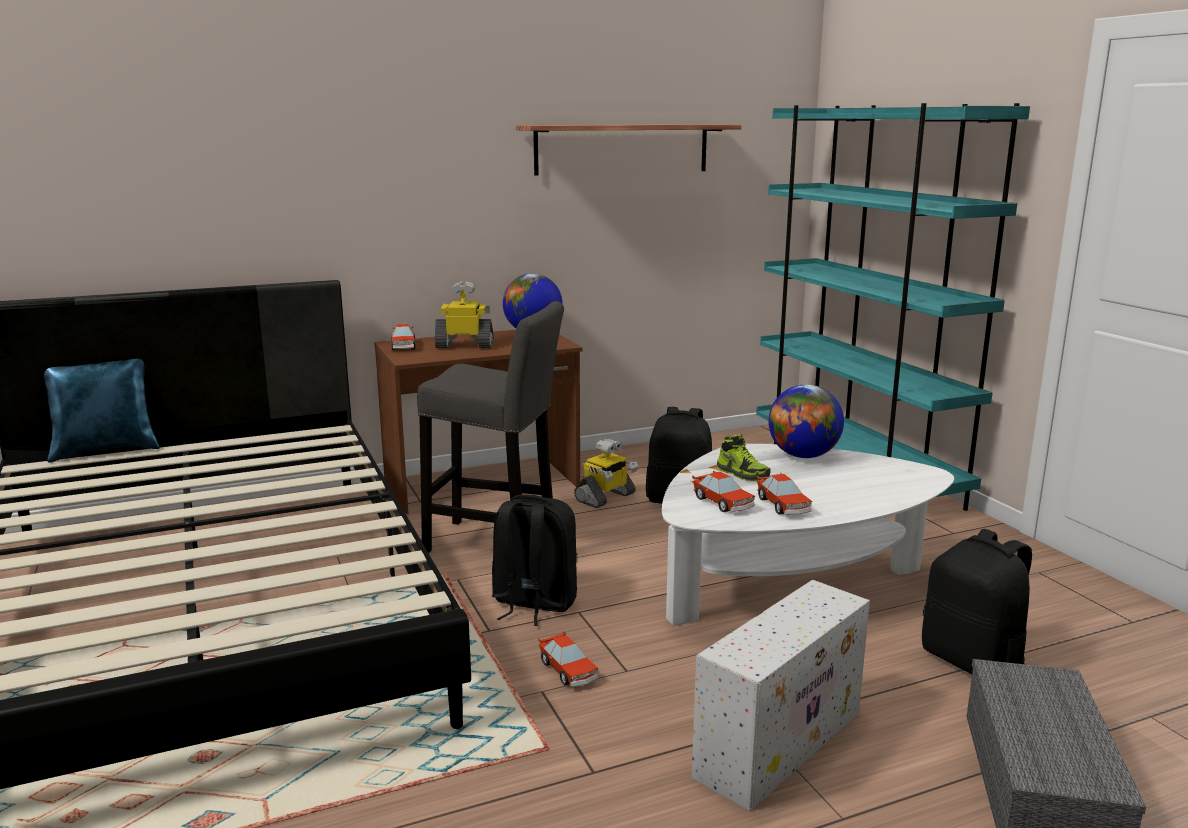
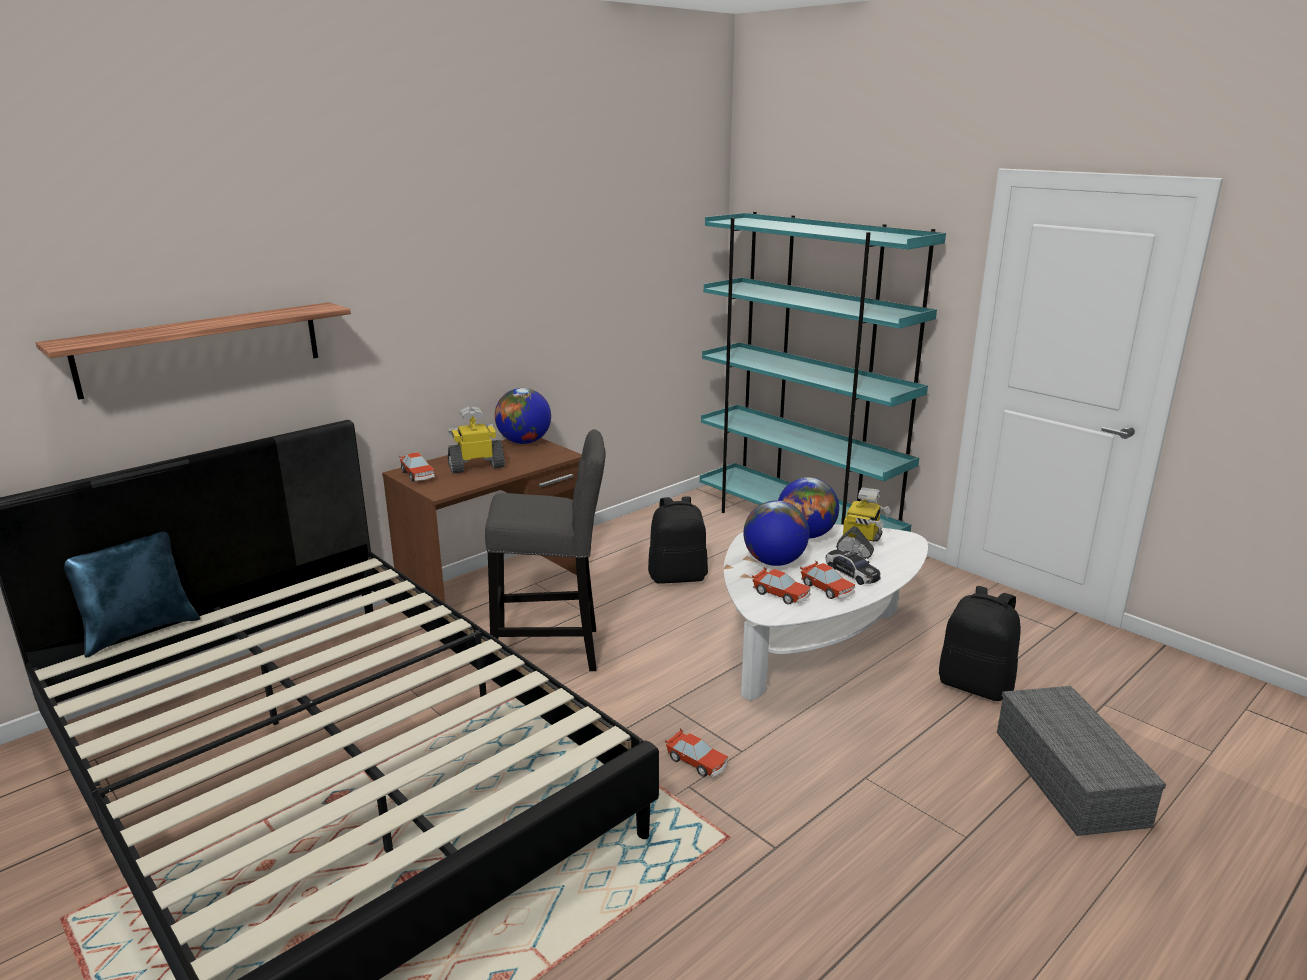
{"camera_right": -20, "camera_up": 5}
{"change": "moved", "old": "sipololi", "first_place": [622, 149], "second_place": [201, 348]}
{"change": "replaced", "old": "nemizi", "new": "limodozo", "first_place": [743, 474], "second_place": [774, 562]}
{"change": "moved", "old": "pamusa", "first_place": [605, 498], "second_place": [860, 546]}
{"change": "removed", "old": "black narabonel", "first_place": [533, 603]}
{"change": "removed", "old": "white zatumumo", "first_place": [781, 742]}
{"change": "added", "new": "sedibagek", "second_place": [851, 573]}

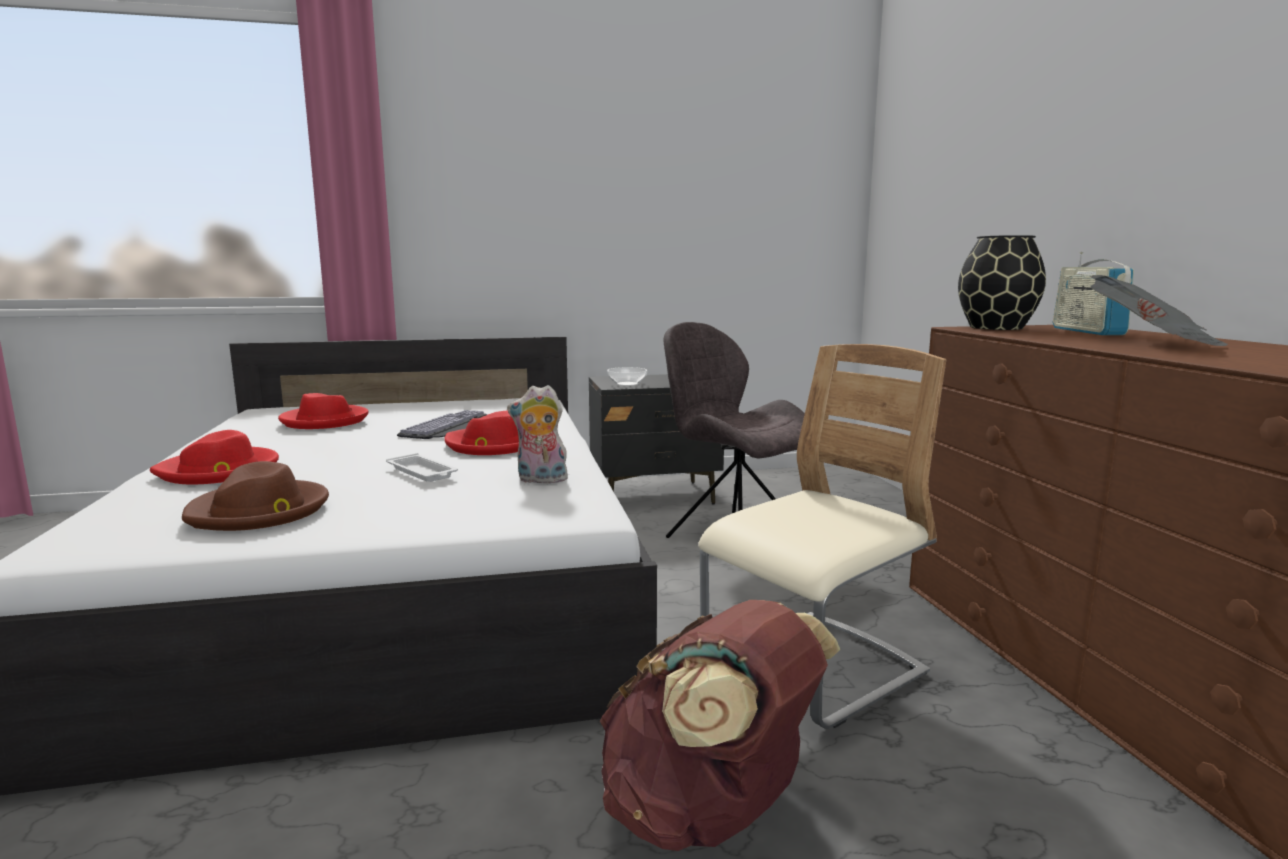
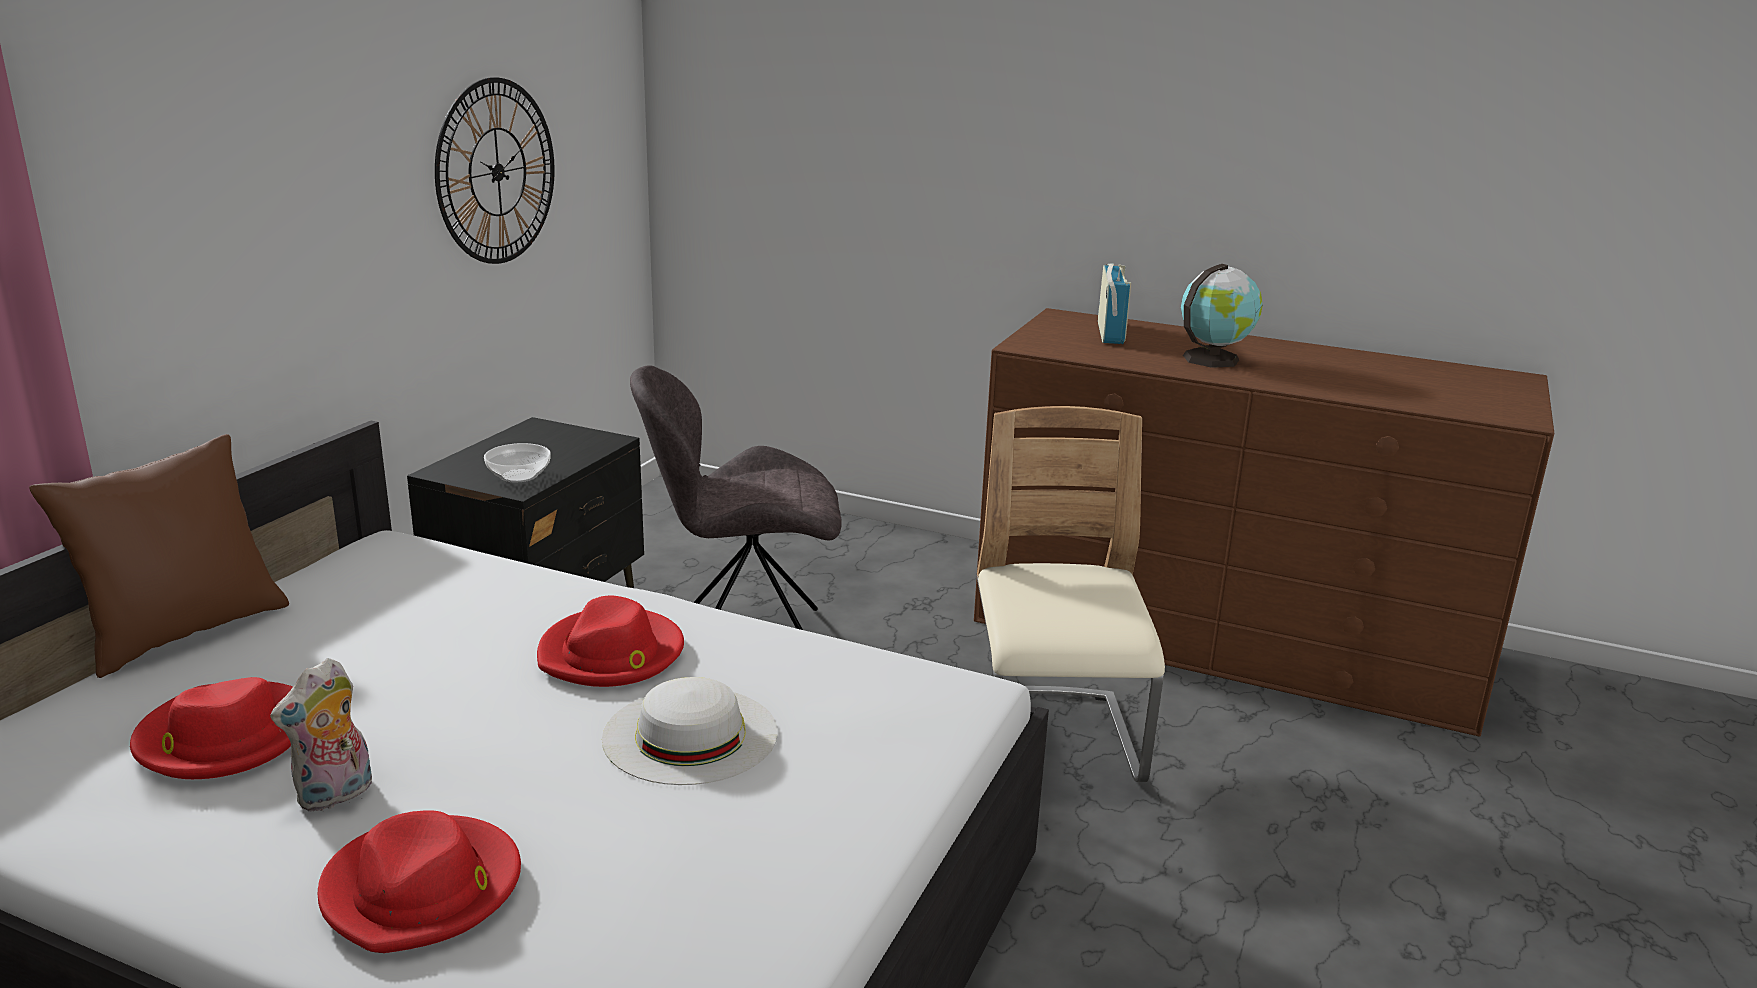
{"camera_right": -55, "camera_up": 10}
{"change": "removed", "old": "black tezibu", "first_place": [997, 327]}
{"change": "turned", "old": "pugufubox", "first_place": [1087, 331], "second_place": [1110, 333], "degrees": -120}
{"change": "replaced", "old": "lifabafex", "new": "limodozo", "first_place": [1151, 344], "second_place": [1213, 359]}
{"change": "moved", "old": "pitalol", "first_place": [540, 480], "second_place": [335, 796]}
{"change": "removed", "old": "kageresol", "first_place": [451, 426]}
{"change": "replaced", "old": "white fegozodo", "new": "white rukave", "first_place": [422, 473], "second_place": [690, 734]}
{"change": "removed", "old": "brown rukave", "first_place": [260, 511]}
{"change": "removed", "old": "brown narabonel", "first_place": [708, 813]}
{"change": "added", "new": "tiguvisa", "second_place": [497, 172]}
{"change": "added", "new": "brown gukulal", "second_place": [184, 632]}

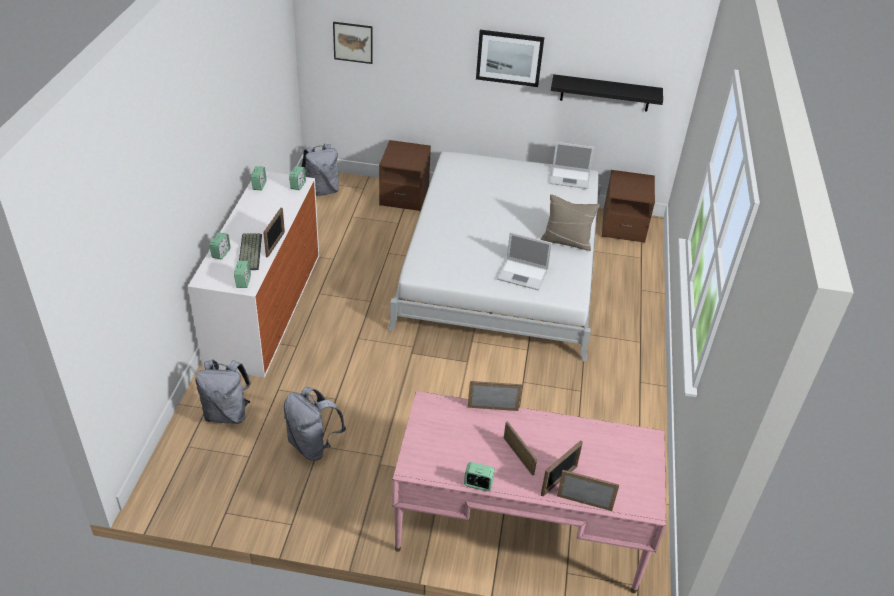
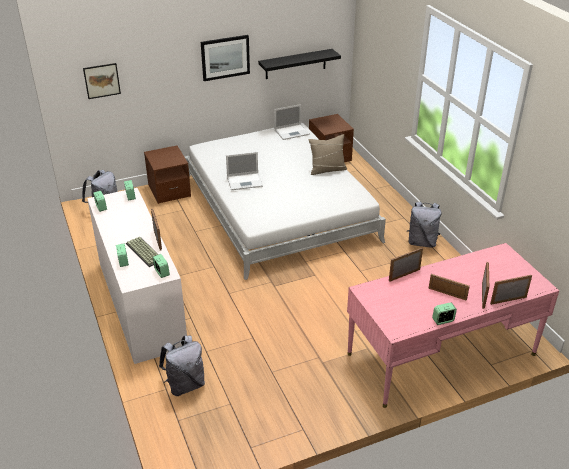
{"camera_right": -30, "camera_up": -5}
{"change": "moved", "old": "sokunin", "first_place": [523, 274], "second_place": [245, 181]}
{"change": "moved", "old": "grey narabonel", "first_place": [313, 445], "second_place": [422, 242]}

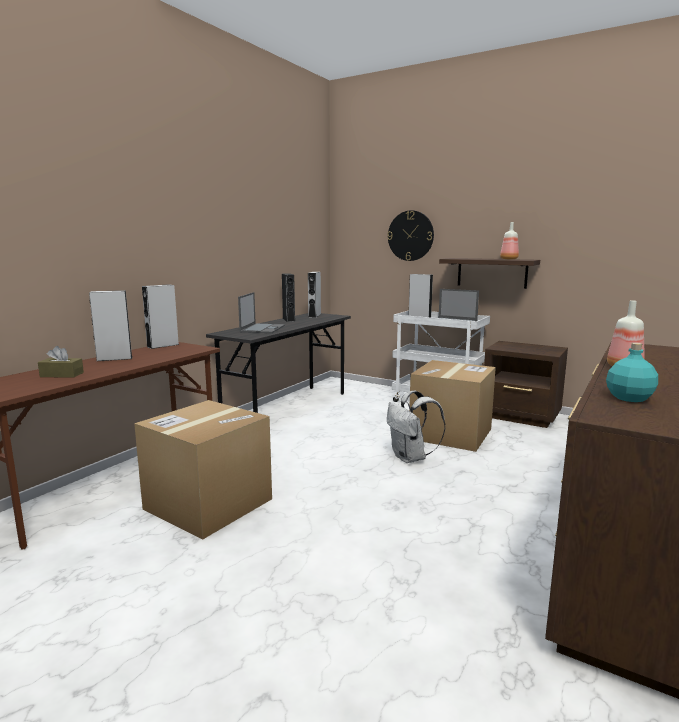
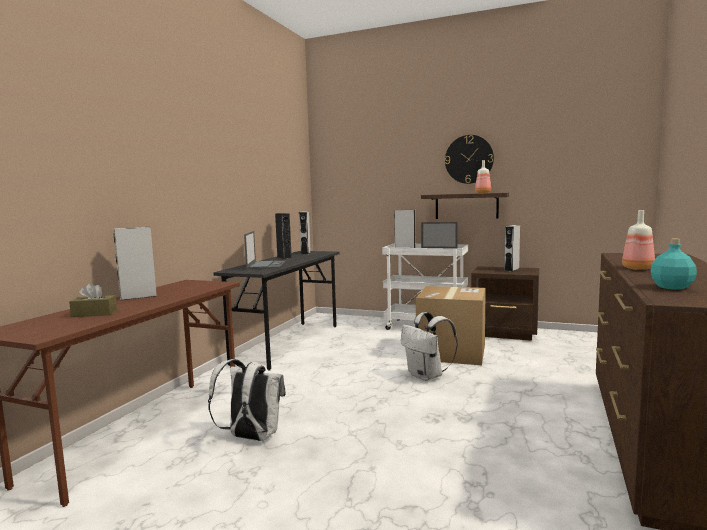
{"camera_right": -10, "camera_up": -5}
{"change": "moved", "old": "tiguvisa", "first_place": [410, 235], "second_place": [469, 159]}
{"change": "moved", "old": "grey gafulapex", "first_place": [163, 345], "second_place": [511, 269]}
{"change": "replaced", "old": "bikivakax", "new": "white narabonel", "first_place": [208, 504], "second_place": [251, 437]}

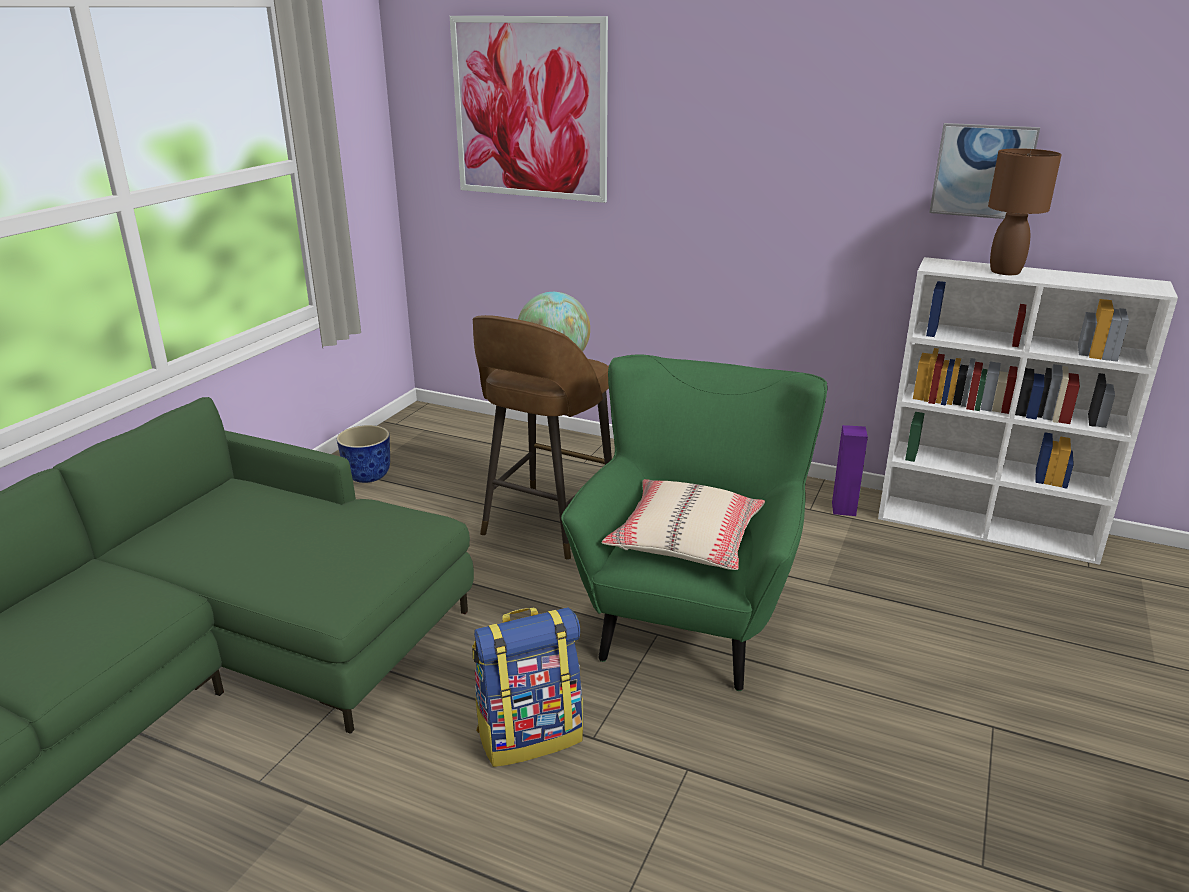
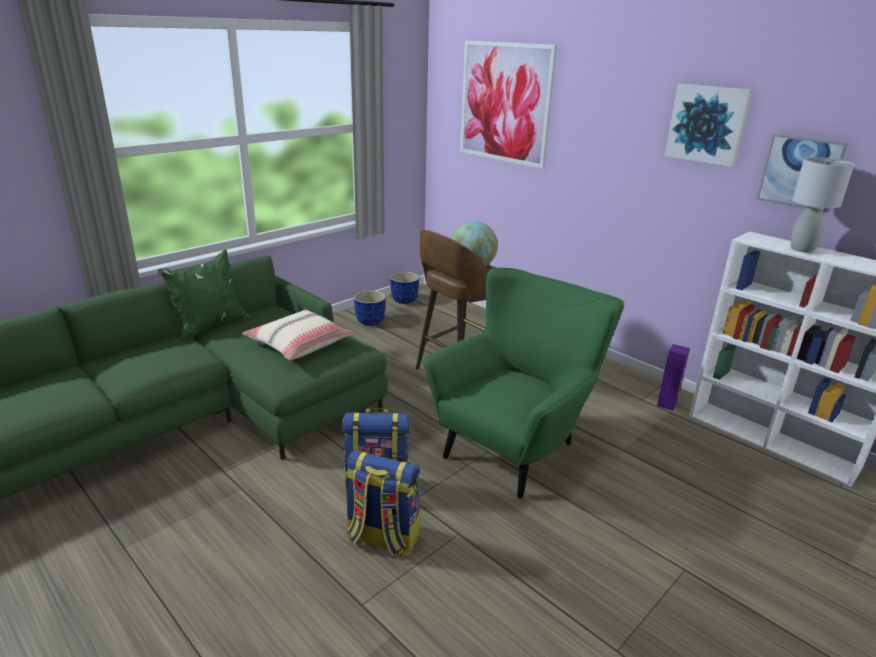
{"camera_right": 20, "camera_up": 0}
{"change": "recoloured", "old": "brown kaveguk", "new": "grey kaveguk", "first_place": [1005, 271], "second_place": [802, 249]}
{"change": "moved", "old": "beige gukulal", "first_place": [685, 539], "second_place": [299, 344]}
{"change": "added", "new": "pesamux", "second_place": [707, 124]}
{"change": "added", "new": "green gukulal", "second_place": [210, 326]}
{"change": "added", "new": "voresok", "second_place": [405, 300]}
{"change": "added", "new": "narabonel", "second_place": [382, 538]}

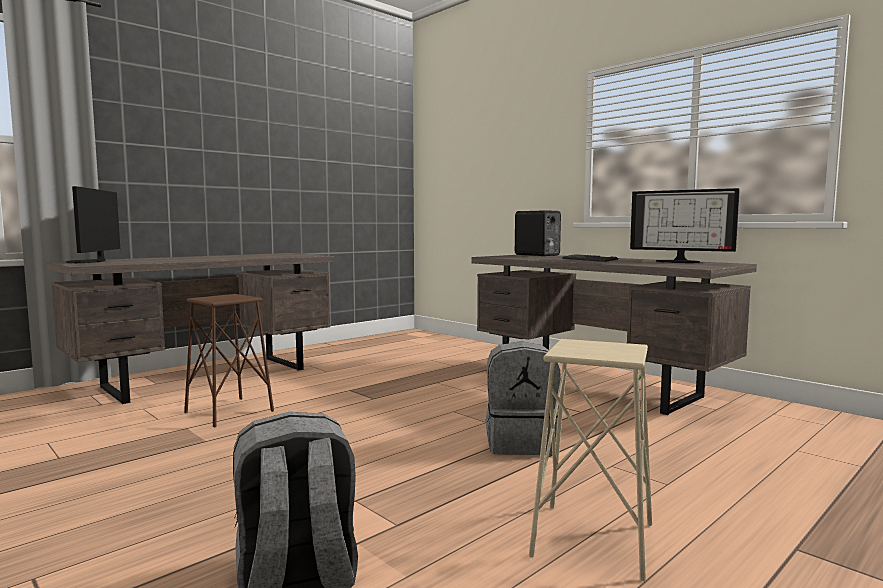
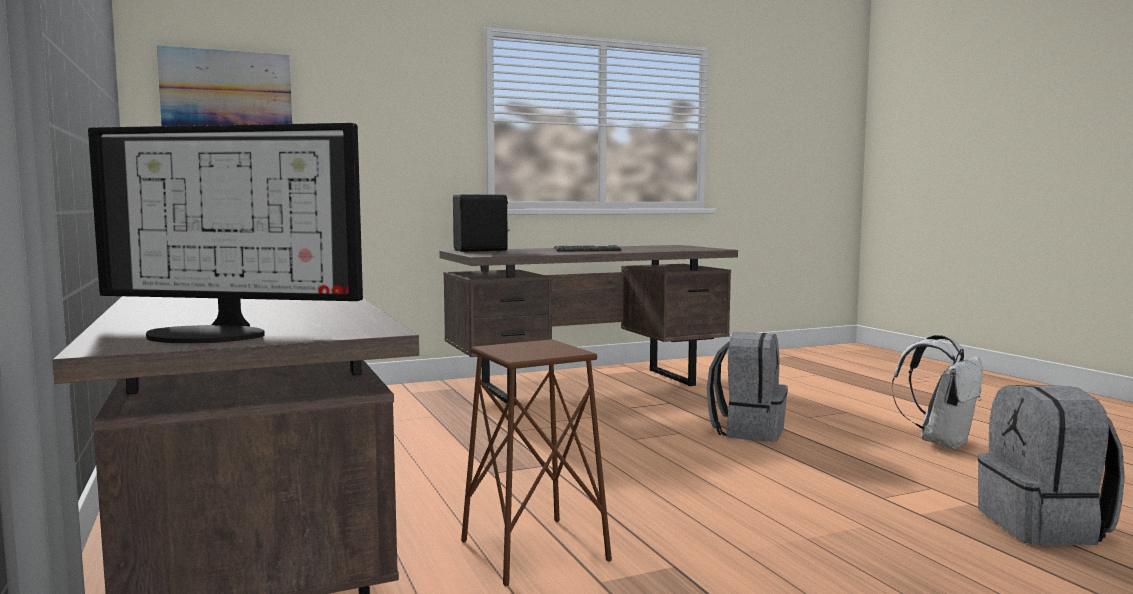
{"camera_right": -70, "camera_up": 0}
{"change": "removed", "old": "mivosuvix", "first_place": [679, 261]}
{"change": "replaced", "old": "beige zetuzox", "new": "white narabonel", "first_place": [593, 539], "second_place": [941, 442]}
{"change": "added", "new": "pesamux", "second_place": [227, 92]}

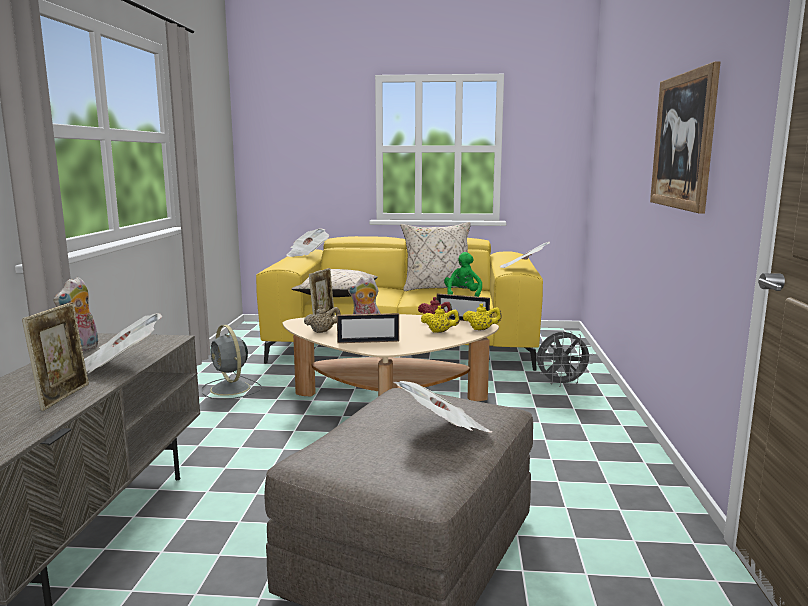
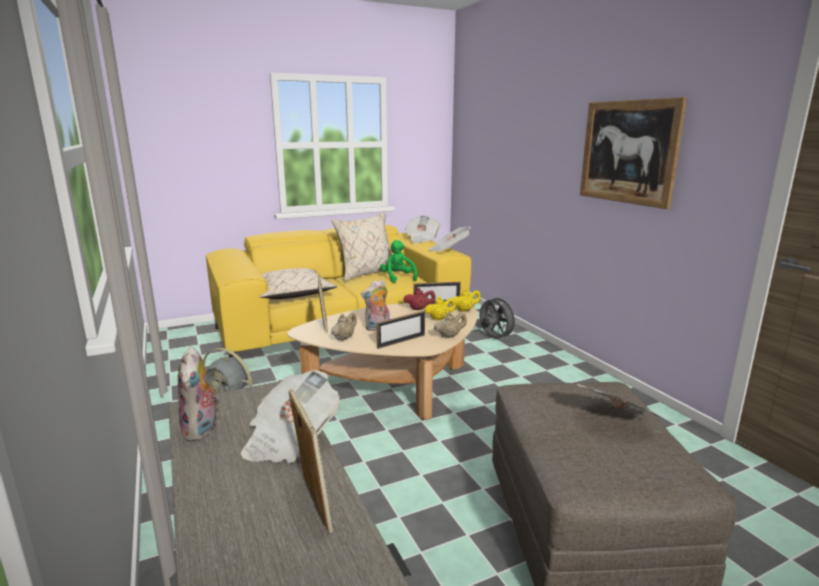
{"camera_right": -30, "camera_up": 5}
{"change": "moved", "old": "lifabafex", "first_place": [307, 254], "second_place": [421, 239]}
{"change": "turned", "old": "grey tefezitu", "first_place": [561, 384], "second_place": [495, 339], "degrees": -90}
{"change": "added", "new": "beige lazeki", "second_place": [449, 336]}

